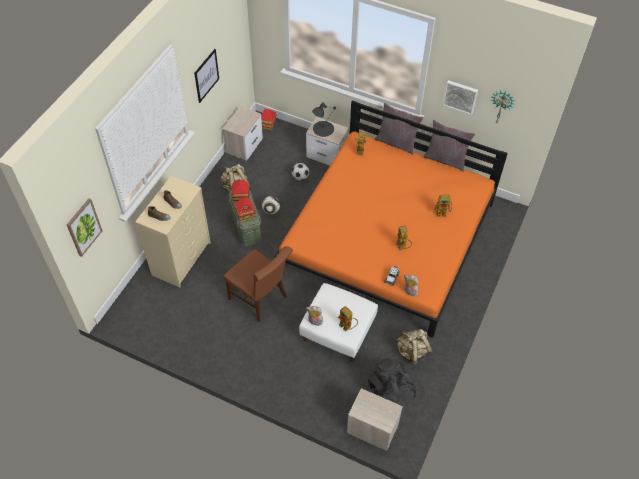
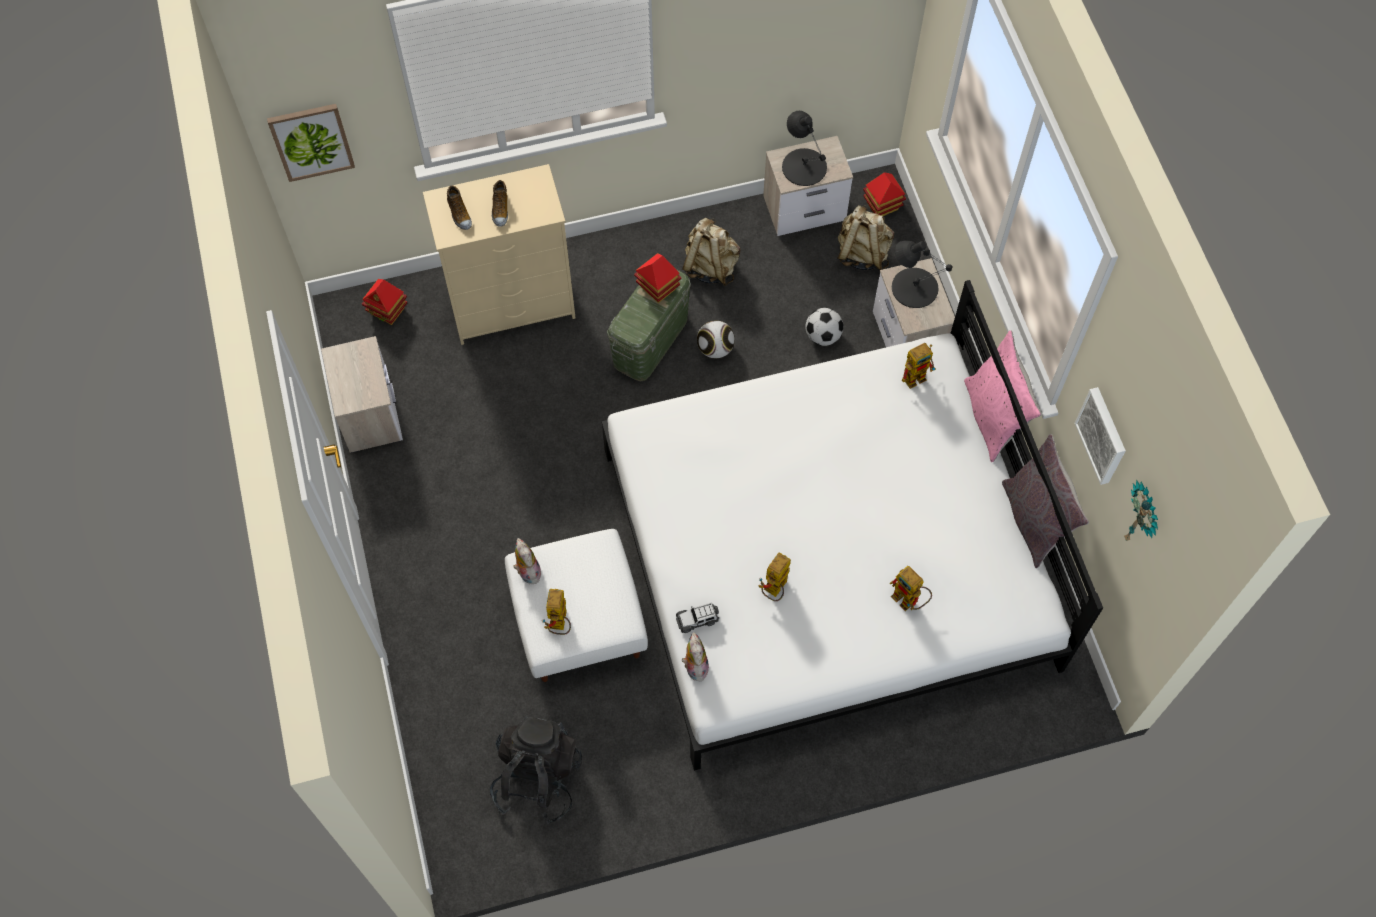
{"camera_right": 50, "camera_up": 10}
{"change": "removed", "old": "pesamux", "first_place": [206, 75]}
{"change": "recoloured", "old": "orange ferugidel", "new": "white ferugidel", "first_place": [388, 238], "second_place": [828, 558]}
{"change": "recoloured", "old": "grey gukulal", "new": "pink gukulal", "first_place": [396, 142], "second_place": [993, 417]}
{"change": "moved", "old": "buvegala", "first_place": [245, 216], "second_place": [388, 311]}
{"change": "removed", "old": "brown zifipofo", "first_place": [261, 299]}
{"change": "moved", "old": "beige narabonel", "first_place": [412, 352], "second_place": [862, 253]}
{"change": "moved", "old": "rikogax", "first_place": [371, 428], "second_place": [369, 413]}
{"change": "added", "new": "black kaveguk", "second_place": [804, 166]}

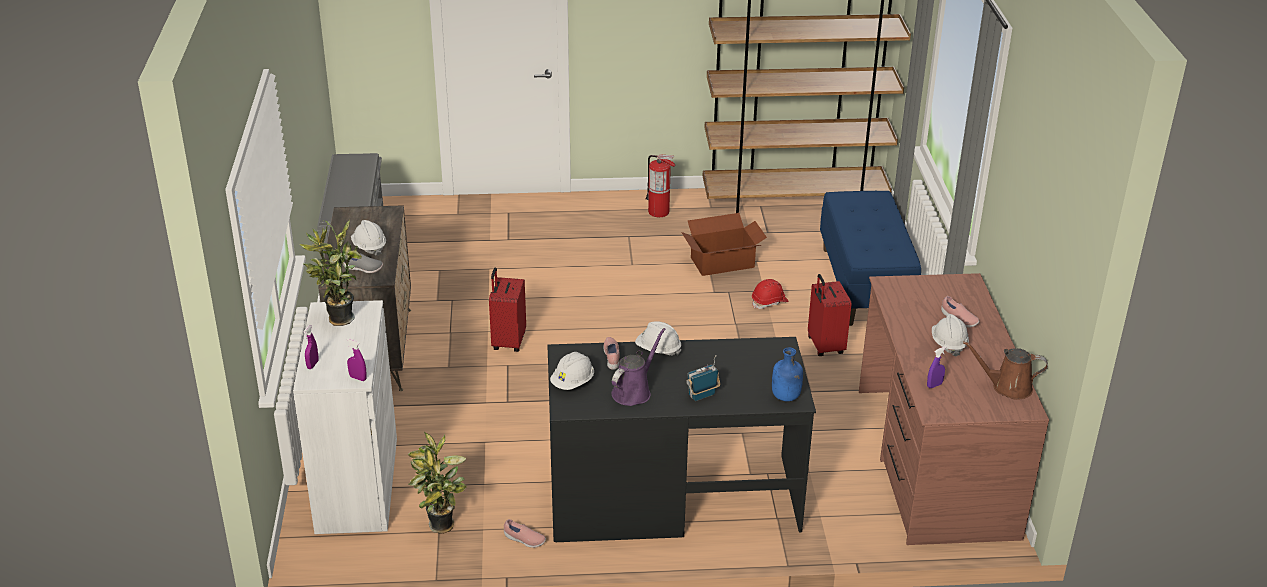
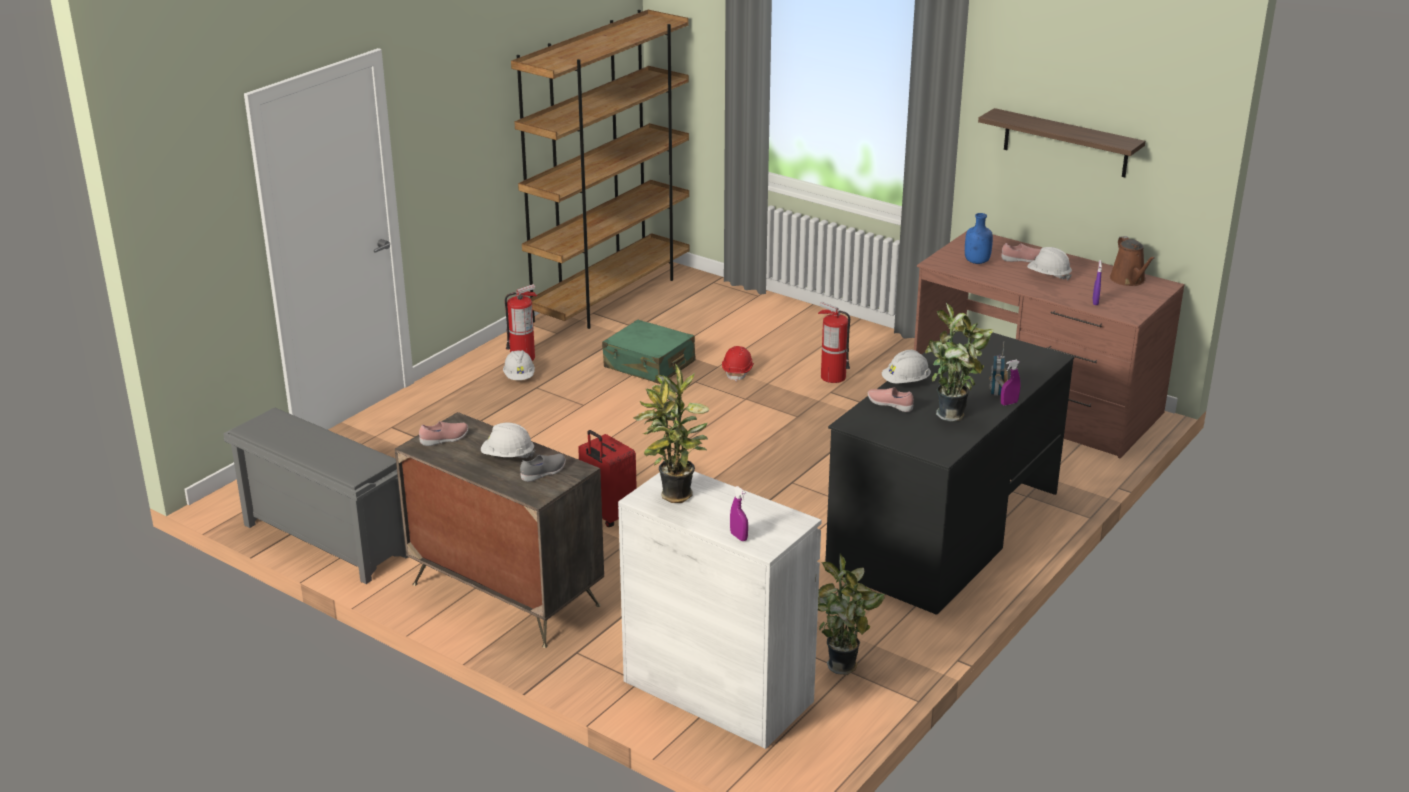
{"camera_right": -50, "camera_up": -5}
{"change": "removed", "old": "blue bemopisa", "first_place": [865, 285]}
{"change": "replaced", "old": "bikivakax", "new": "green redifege", "first_place": [723, 263], "second_place": [649, 365]}
{"change": "replaced", "old": "red redifege", "new": "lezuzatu", "first_place": [824, 346], "second_place": [832, 377]}
{"change": "replaced", "old": "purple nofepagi", "new": "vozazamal", "first_place": [633, 391], "second_place": [954, 415]}
{"change": "moved", "old": "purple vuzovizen", "first_place": [358, 378], "second_place": [1009, 403]}
{"change": "turned", "old": "brown nofepagi", "first_place": [1007, 387], "second_place": [1129, 280], "degrees": -60}
{"change": "moved", "old": "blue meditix", "first_place": [786, 397], "second_place": [977, 262]}
{"change": "moved", "old": "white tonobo", "first_place": [573, 383], "second_place": [519, 377]}
{"change": "moved", "old": "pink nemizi", "first_place": [524, 540], "second_place": [444, 440]}
{"change": "added", "new": "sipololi", "second_place": [1065, 143]}

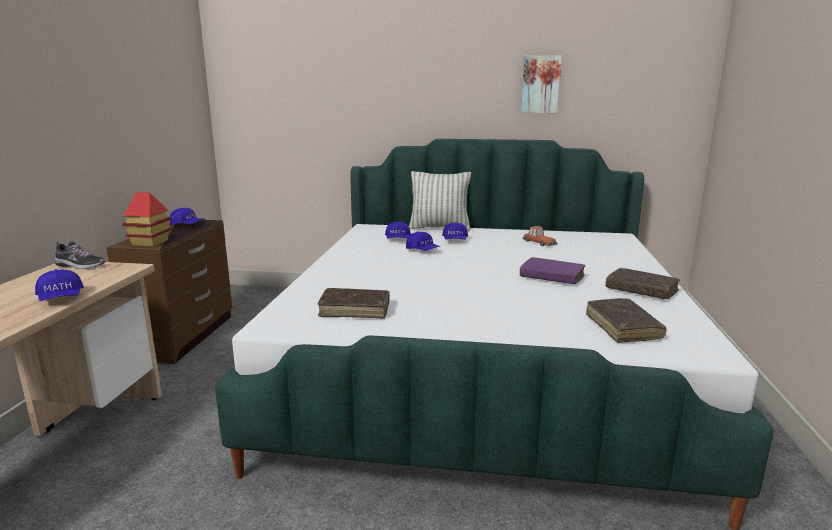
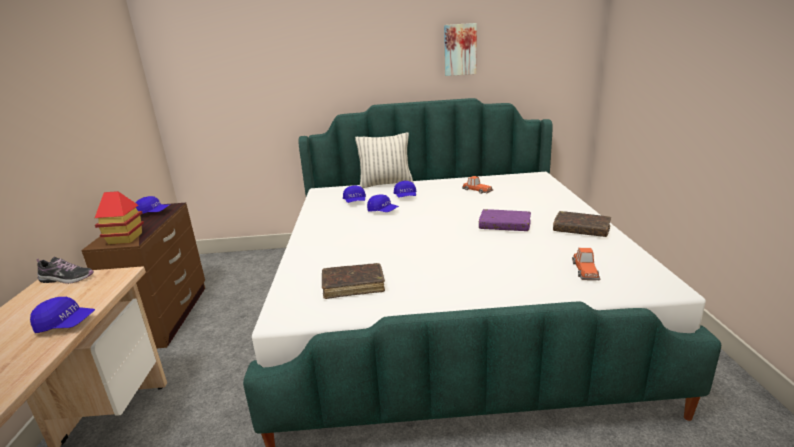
{"camera_right": -10, "camera_up": 5}
{"change": "turned", "old": "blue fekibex", "first_place": [61, 298], "second_place": [66, 324], "degrees": -45}
{"change": "replaced", "old": "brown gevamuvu", "new": "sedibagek", "first_place": [623, 327], "second_place": [585, 270]}

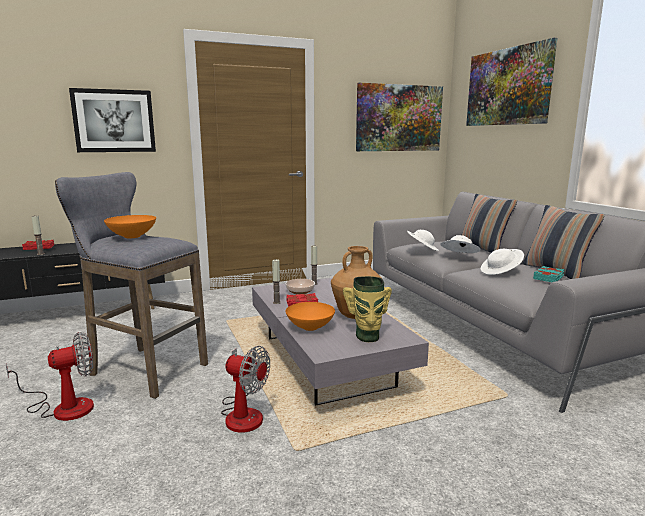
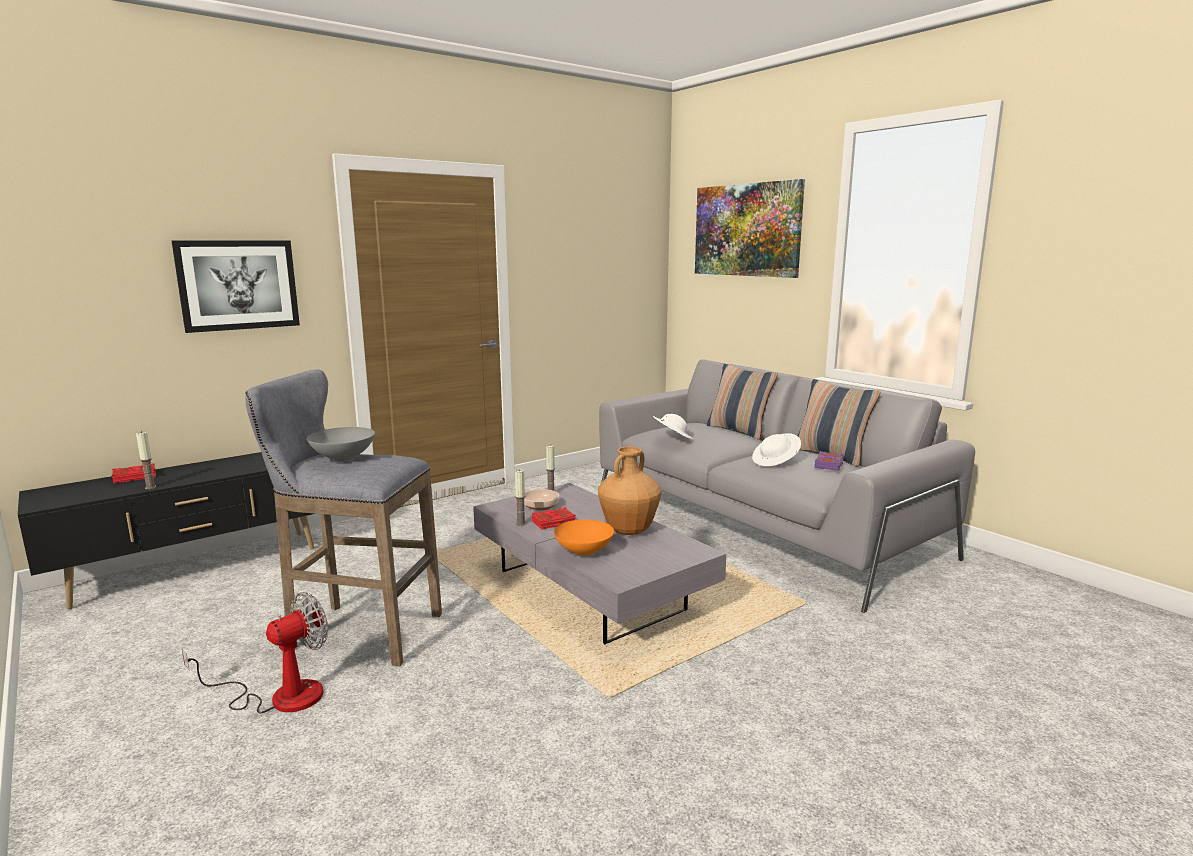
{"camera_right": -15, "camera_up": 0}
{"change": "removed", "old": "pesamux", "first_place": [399, 118]}
{"change": "recoloured", "old": "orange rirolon", "new": "grey rirolon", "first_place": [133, 236], "second_place": [344, 458]}
{"change": "removed", "old": "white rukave", "first_place": [458, 256]}
{"change": "recoloured", "old": "turquoise gevamuvu", "new": "purple gevamuvu", "first_place": [548, 277], "second_place": [829, 464]}
{"change": "removed", "old": "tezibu", "first_place": [367, 337]}
{"change": "removed", "old": "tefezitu", "first_place": [243, 413]}

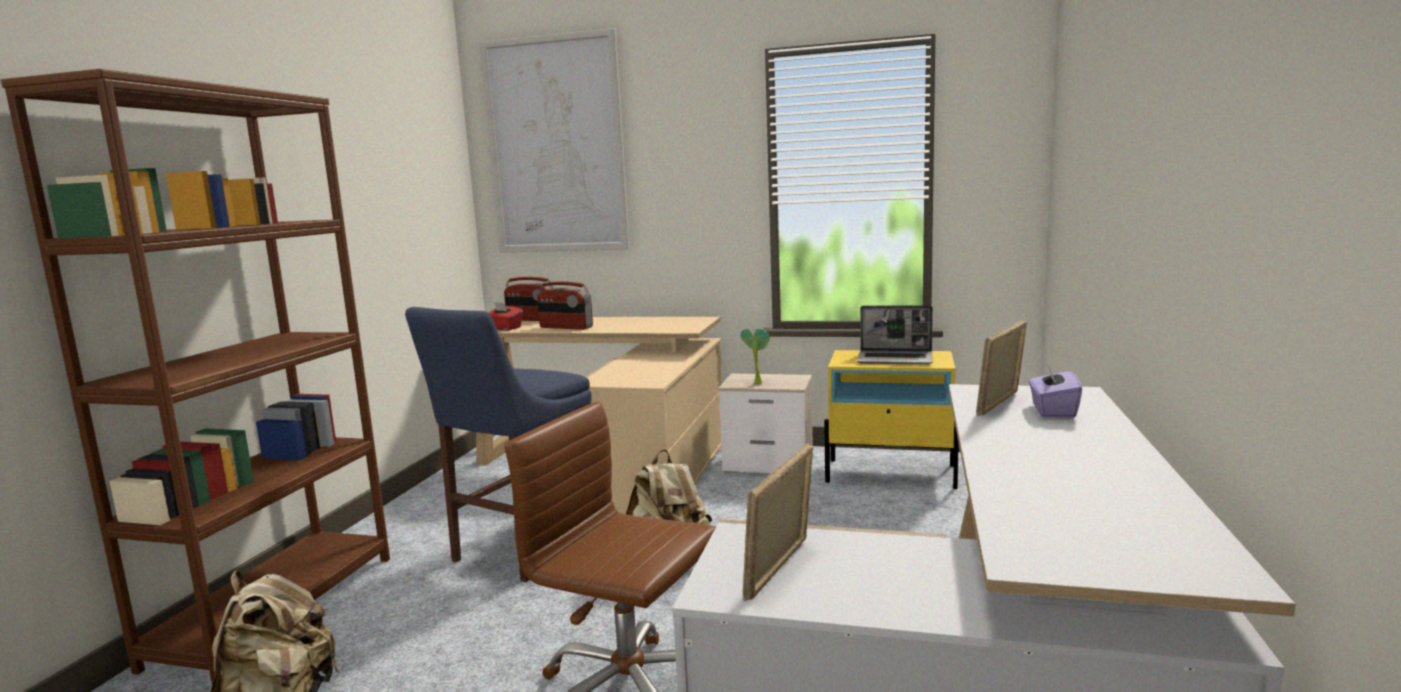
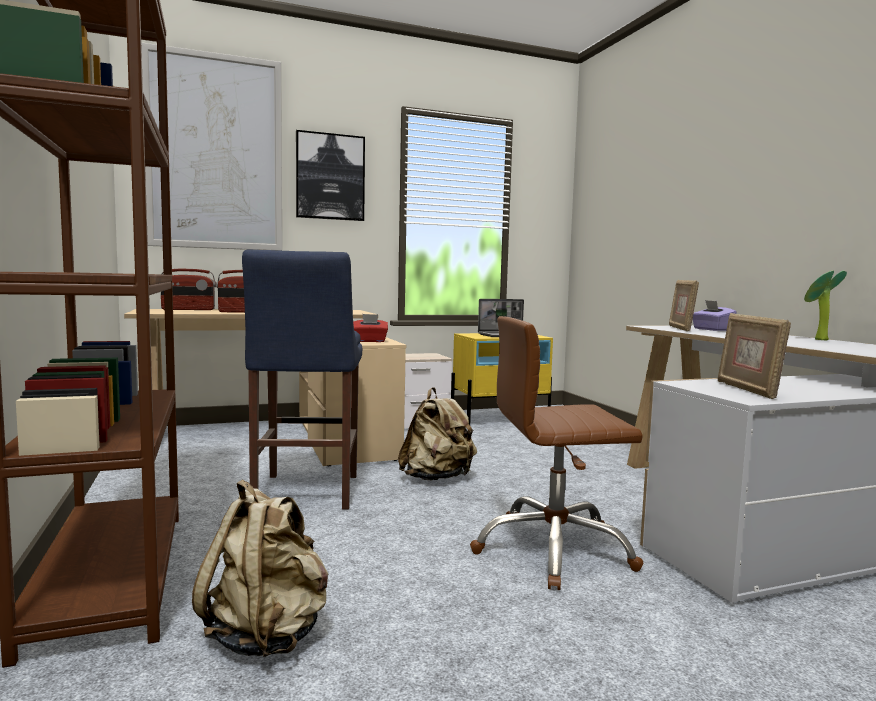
{"camera_right": -35, "camera_up": -5}
{"change": "moved", "old": "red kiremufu", "first_place": [504, 328], "second_place": [370, 341]}
{"change": "moved", "old": "vozazamal", "first_place": [757, 383], "second_place": [818, 340]}
{"change": "added", "new": "pesamux", "second_place": [330, 177]}

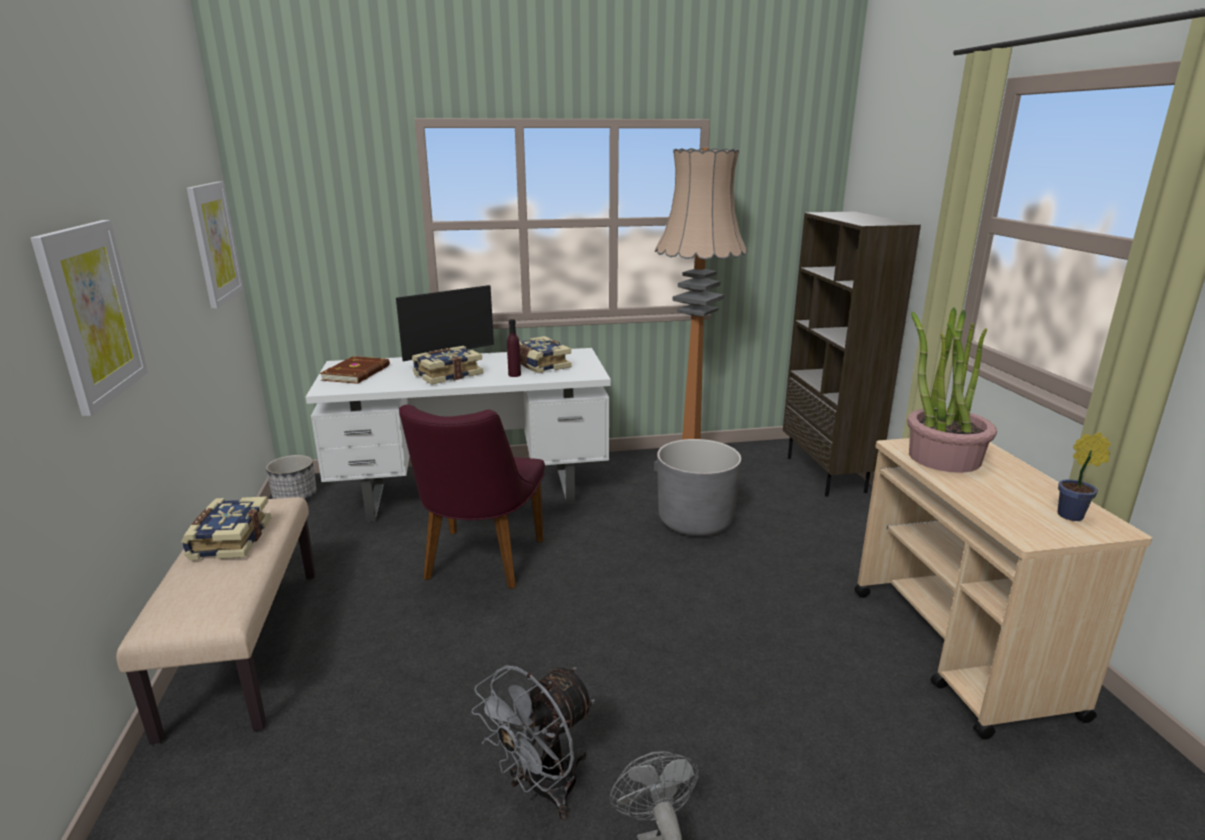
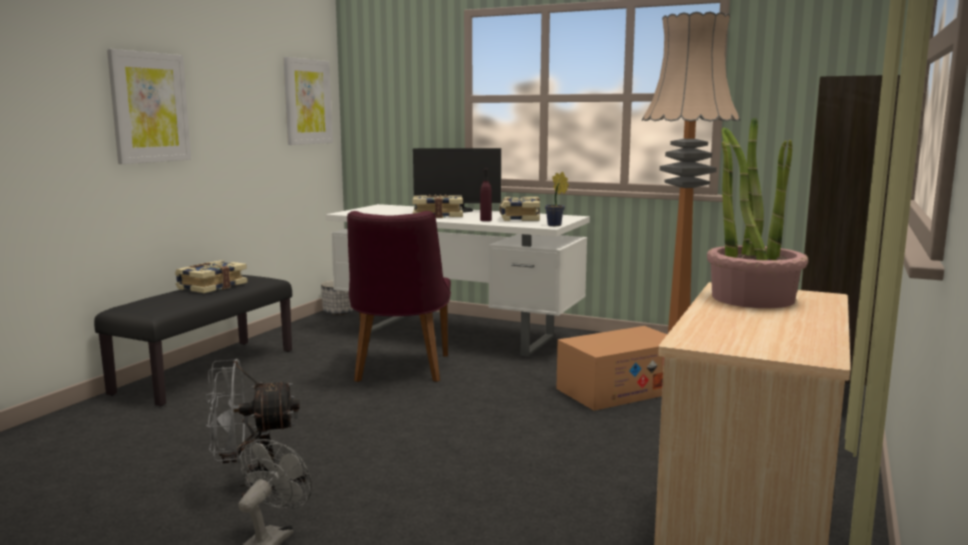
{"camera_right": 35, "camera_up": -10}
{"change": "removed", "old": "brown gevamuvu", "first_place": [357, 373]}
{"change": "turned", "old": "purple zifipofo", "first_place": [478, 565], "second_place": [399, 371], "degrees": -45}
{"change": "moved", "old": "vozazamal", "first_place": [1073, 516], "second_place": [555, 225]}
{"change": "replaced", "old": "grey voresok", "new": "bikivakax", "first_place": [695, 521], "second_place": [619, 390]}
{"change": "recoloured", "old": "beige bemopisa", "new": "black bemopisa", "first_place": [244, 646], "second_place": [206, 371]}

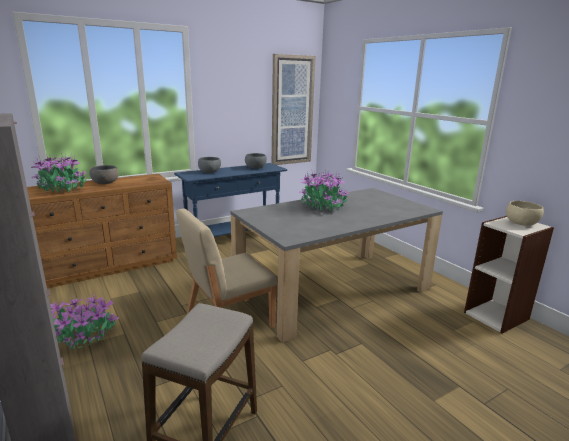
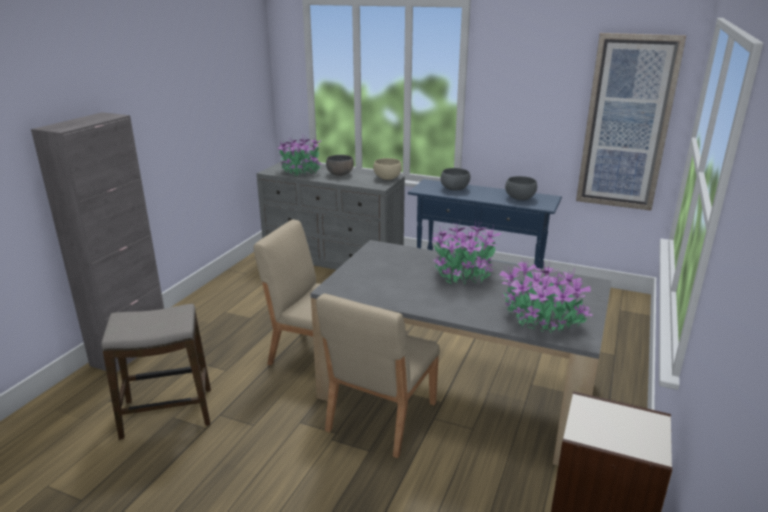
{"camera_right": 55, "camera_up": 5}
{"change": "recoloured", "old": "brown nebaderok", "new": "grey nebaderok", "first_place": [109, 265], "second_place": [334, 258]}
{"change": "moved", "old": "beige rirolon", "first_place": [521, 223], "second_place": [387, 178]}
{"change": "moved", "old": "vozazamal", "first_place": [84, 338], "second_place": [541, 320]}
{"change": "added", "new": "beige zifipofo", "second_place": [380, 417]}

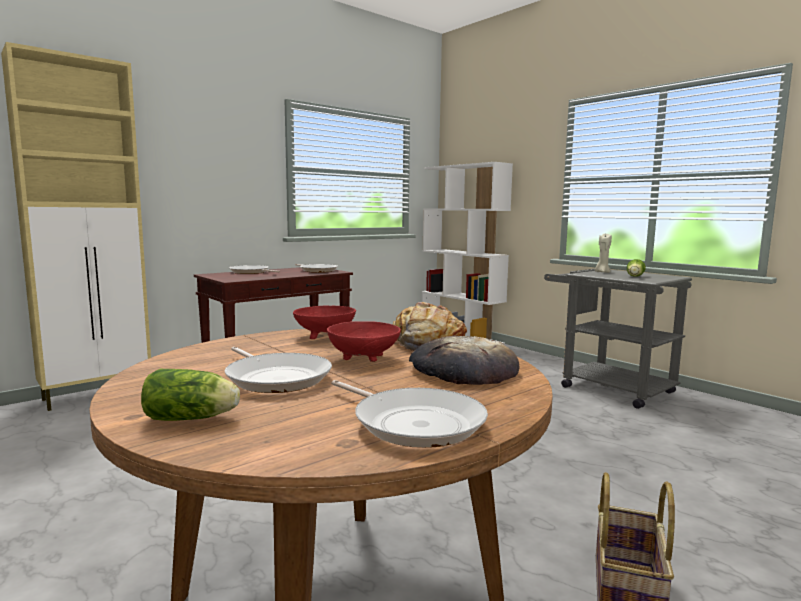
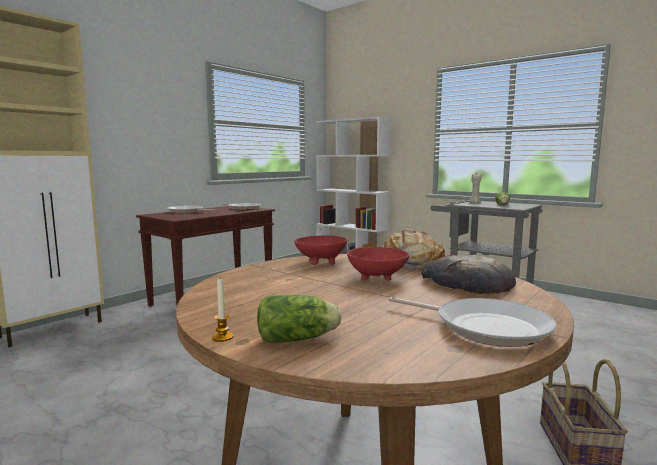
{"camera_right": -10, "camera_up": 0}
{"change": "removed", "old": "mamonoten", "first_place": [276, 378]}
{"change": "added", "new": "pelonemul", "second_place": [222, 337]}

